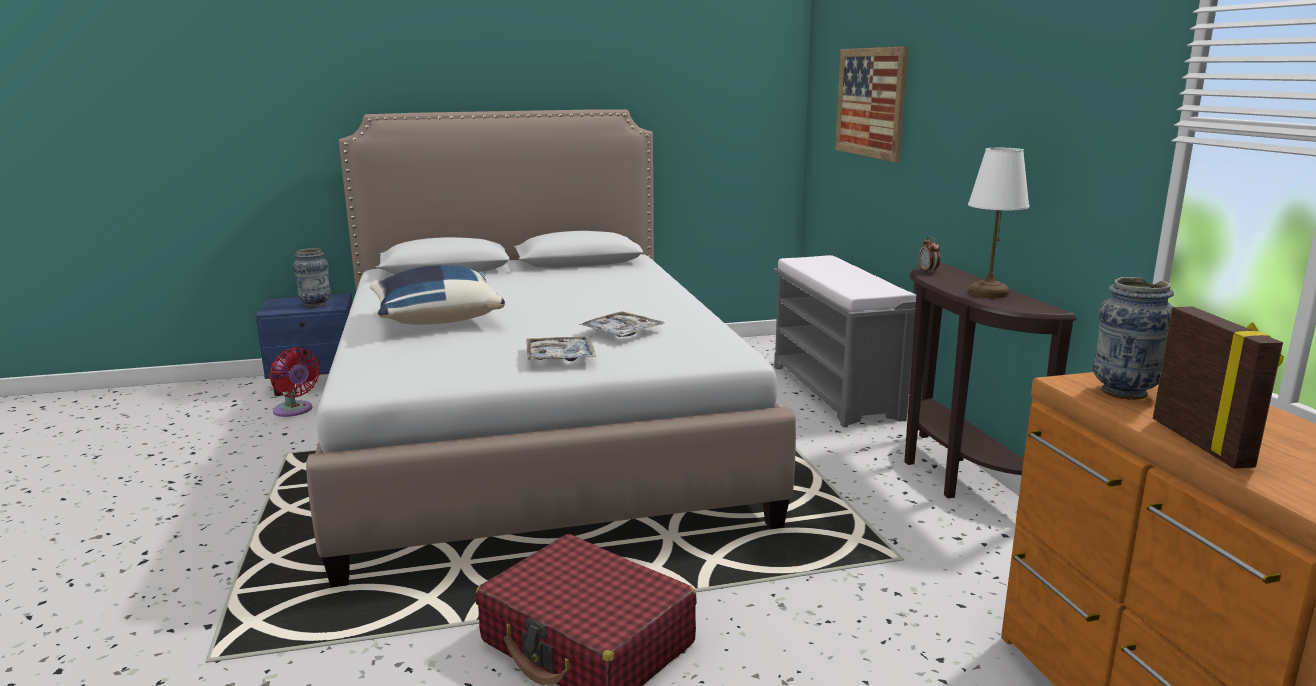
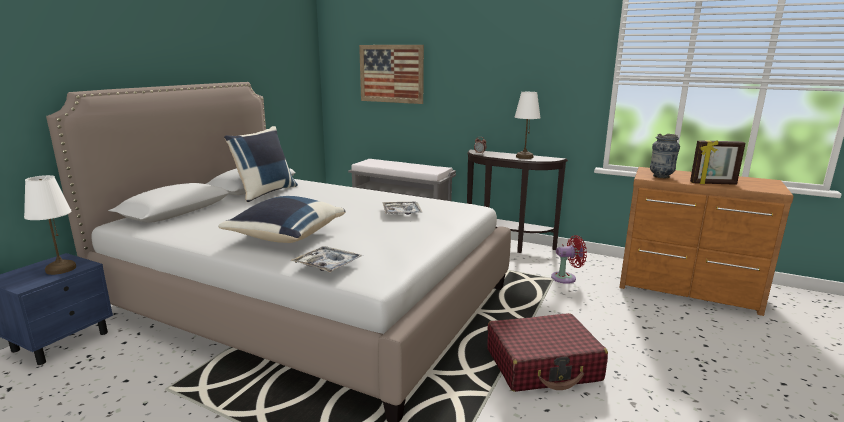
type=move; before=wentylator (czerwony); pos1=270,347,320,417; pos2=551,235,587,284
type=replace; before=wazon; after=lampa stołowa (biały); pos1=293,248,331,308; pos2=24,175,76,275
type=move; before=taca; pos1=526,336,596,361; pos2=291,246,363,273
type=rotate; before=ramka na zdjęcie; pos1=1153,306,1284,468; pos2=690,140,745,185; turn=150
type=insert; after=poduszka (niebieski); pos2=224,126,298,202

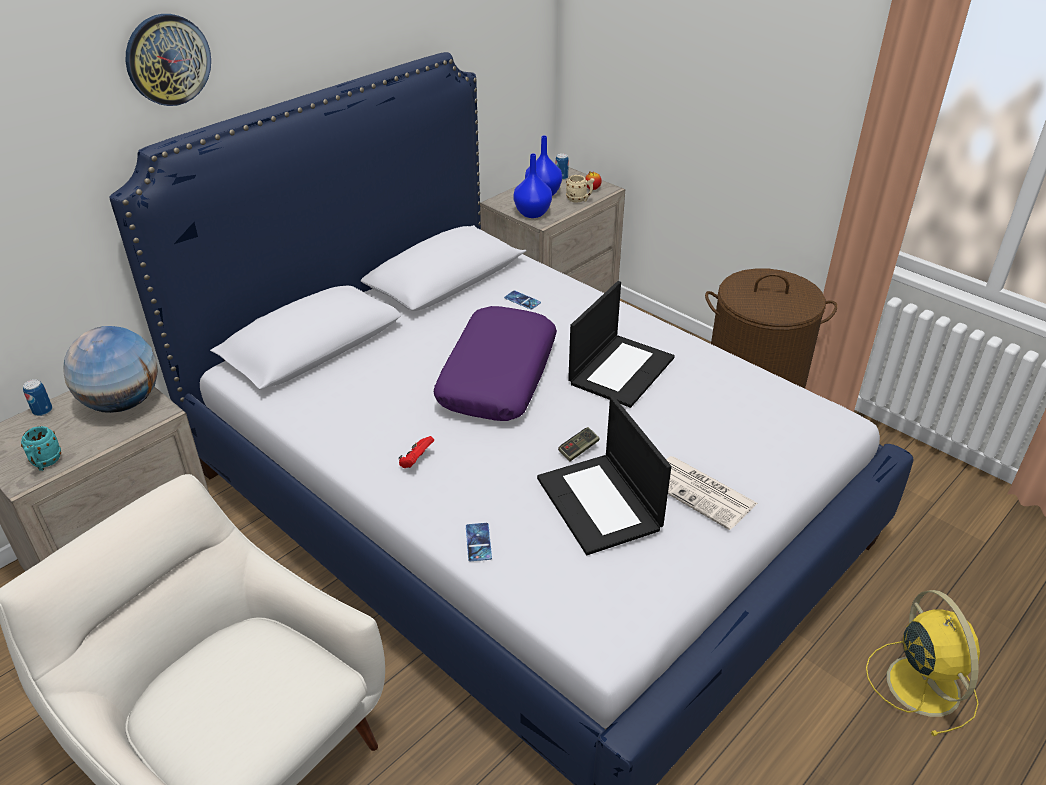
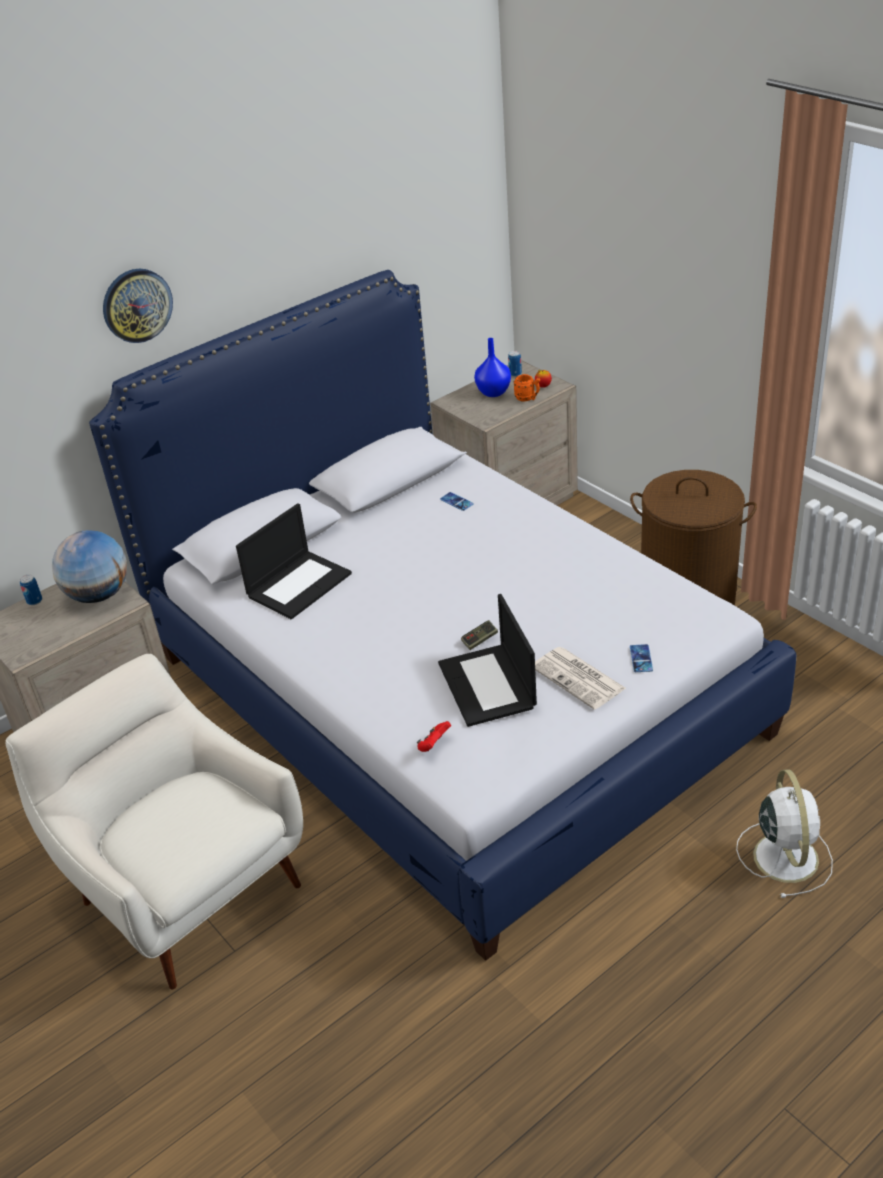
type=delete; before=kubek (turkusowy); pos1=21,426,61,471
type=move; before=pad do gier (czerwony); pos1=398,436,434,468; pos2=417,721,451,752
type=delete; before=poduszka (fioletowy); pos1=434,306,557,421
type=move; before=telefon; pos1=466,523,492,561; pos2=630,644,653,672
type=delete; before=wazon (niebieski); pos1=514,154,552,218
type=recolor; before=kubek (beżowy); after=kubek (pomarańczowy); pos1=566,175,594,203; pos2=514,374,540,401
type=move; before=laptop; pos1=568,281,675,408; pos2=236,503,352,619
type=recolor; before=wentylator (żółty); after=wentylator (biały); pos1=866,590,980,736; pos2=736,769,833,898

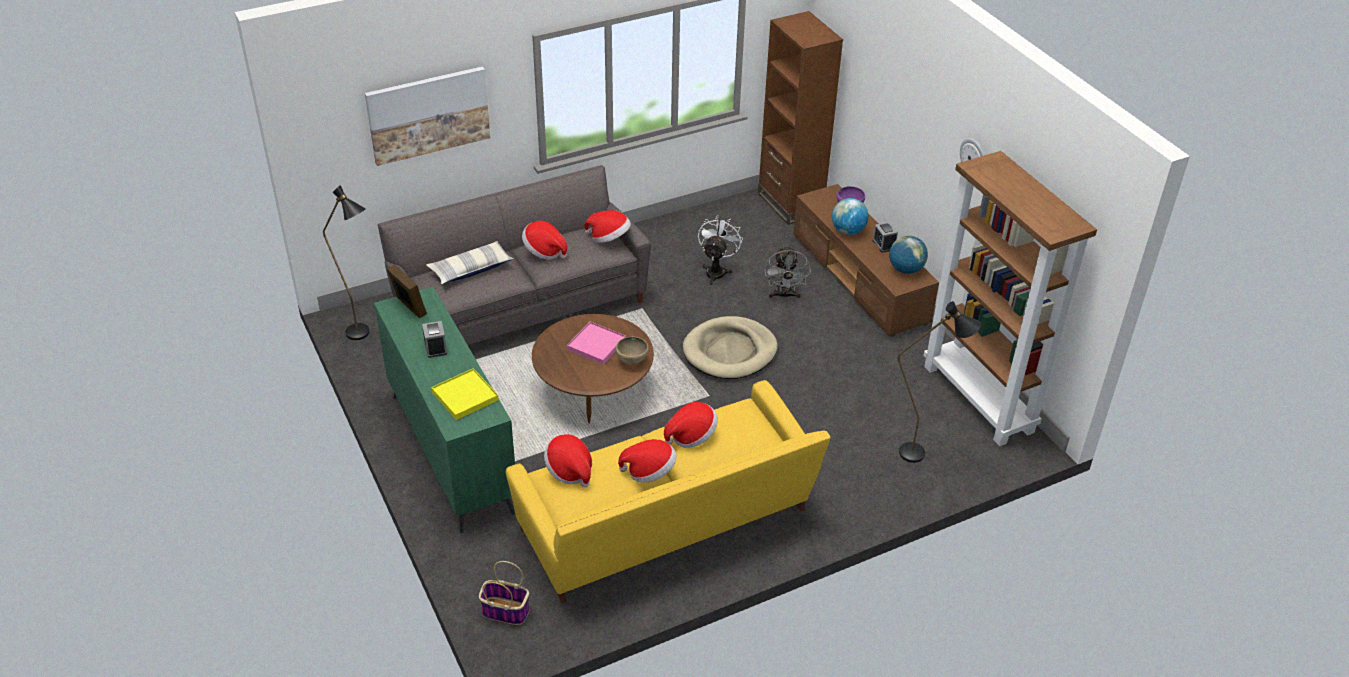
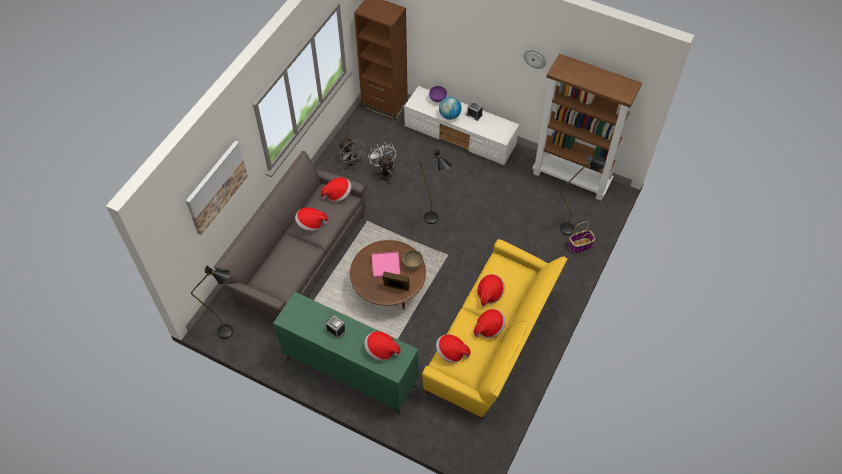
type=move; before=ramka na zdjęcie; pos1=387,264,427,318; pos2=382,272,410,291
type=delete; before=poduszka; pos1=426,241,513,285
type=replace; before=taca (żółty); after=kapelusz; pos1=431,368,499,420; pos2=364,331,400,361
type=move; before=koszyk; pos1=479,561,529,625; pos2=568,222,595,253
type=replace; before=legowisko (beżowy); after=lampa stojąca (czarny); pos1=683,316,778,379; pos2=420,149,452,224
type=move; before=wentylator (szary); pos1=765,246,811,299; pos2=338,137,367,170
type=recolor; before=szafka pod telewizor (brązowy); after=szafka pod telewizor (biały); pos1=793,184,939,337; pos2=404,86,519,165
type=delete; before=globus; pos1=889,236,928,274

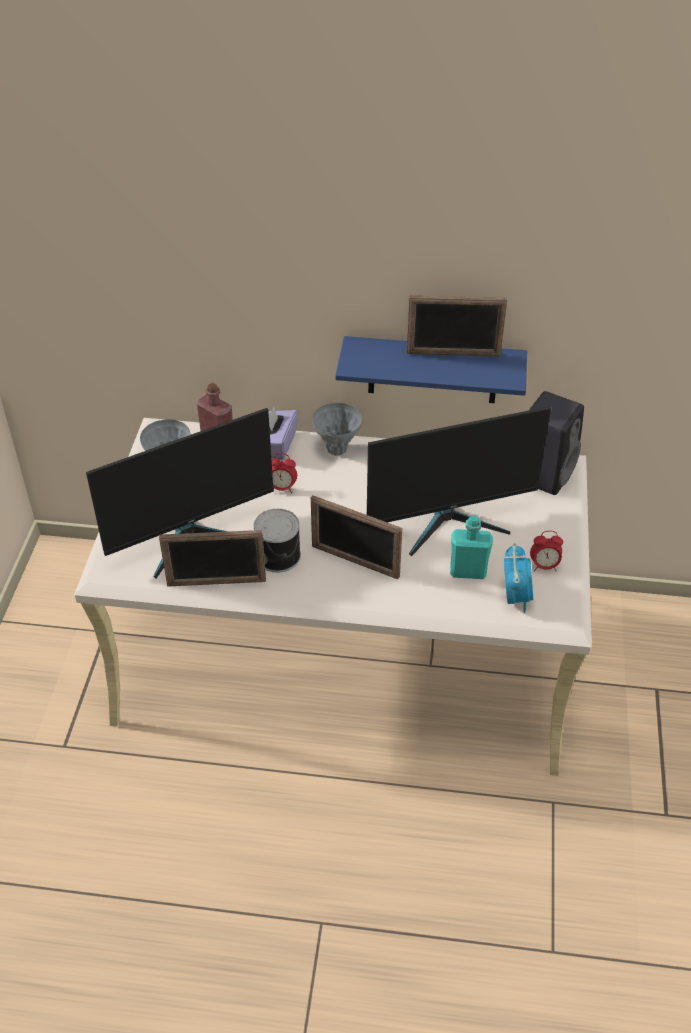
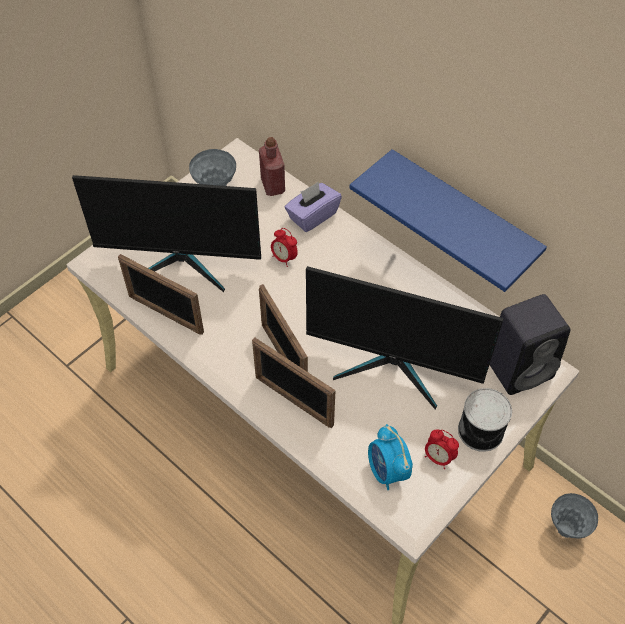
type=move; before=puszka; pos1=254,509,301,573; pos2=458,388,512,452
type=move; before=wazon (szary); pos1=312,403,362,456; pos2=551,493,598,538
type=move; before=ramka na zdjęcie; pos1=407,296,507,356; pos2=252,337,335,428
type=delete; before=butelka (turkusowy); pos1=450,516,493,579
type=rotate; before=budzik; pos1=504,543,533,613; pos2=368,424,413,490; turn=120

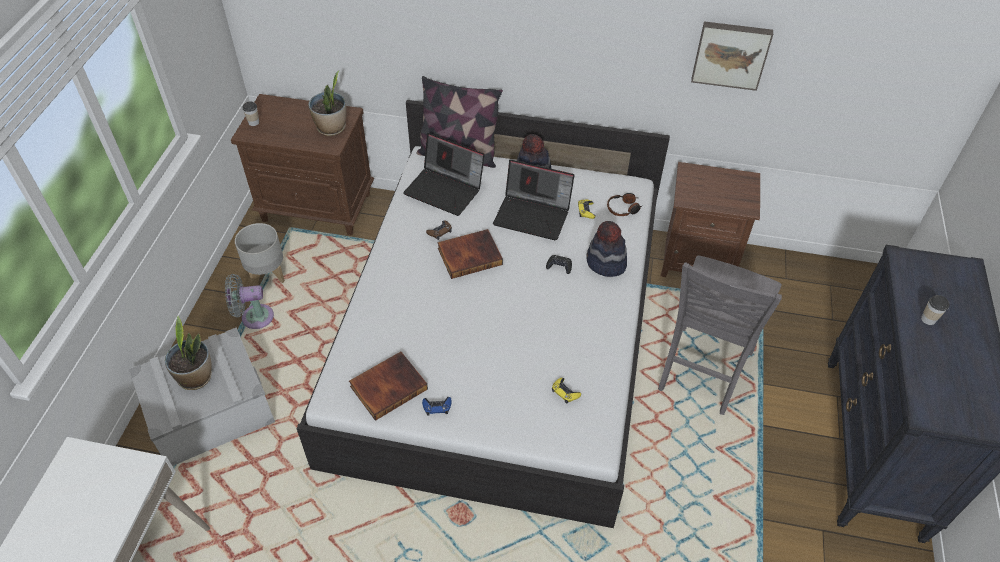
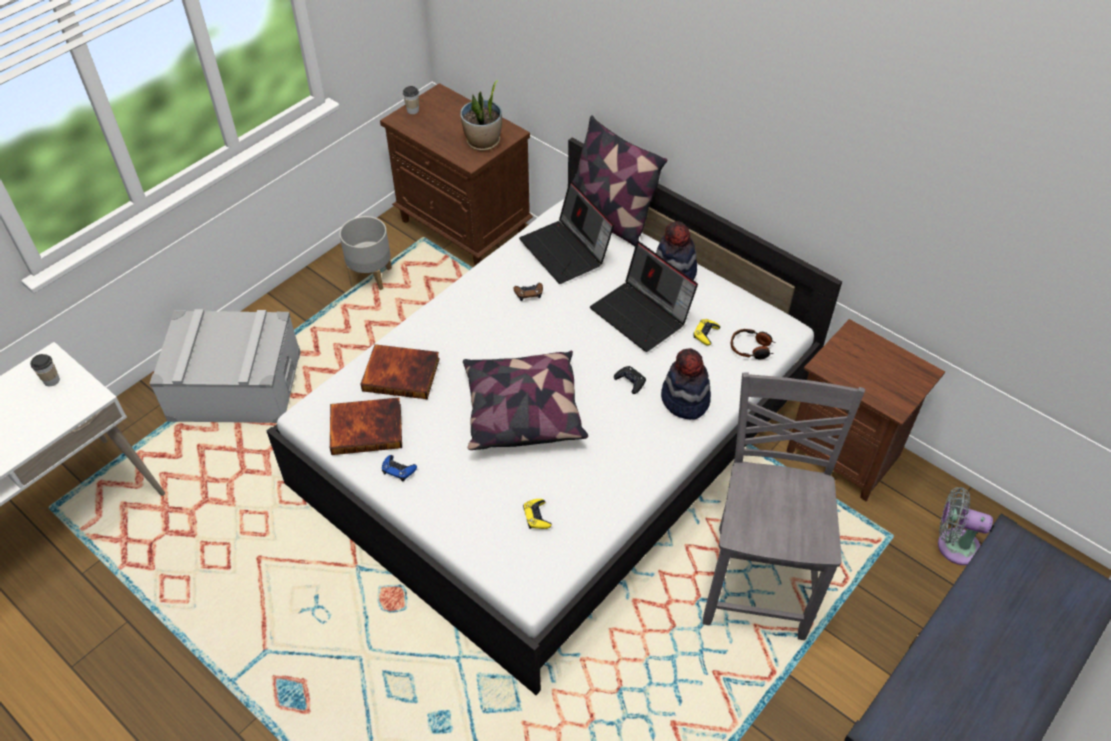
type=delete; before=roślina doniczkowa; pos1=165,316,212,390
type=move; before=wentylator (szary); pos1=225,274,274,329; pos2=938,487,993,565
type=move; before=książka; pos1=437,229,503,279; pos2=360,344,440,399
type=rotate; before=krzesło (szary); pos1=658,255,782,415; pos2=703,372,865,640; turn=135
type=delete; before=obraz; pos1=691,21,773,91
type=move; before=filiżanka; pos1=921,295,950,325; pos2=30,354,60,386
type=insert; after=poduszka; pos2=463,351,588,450

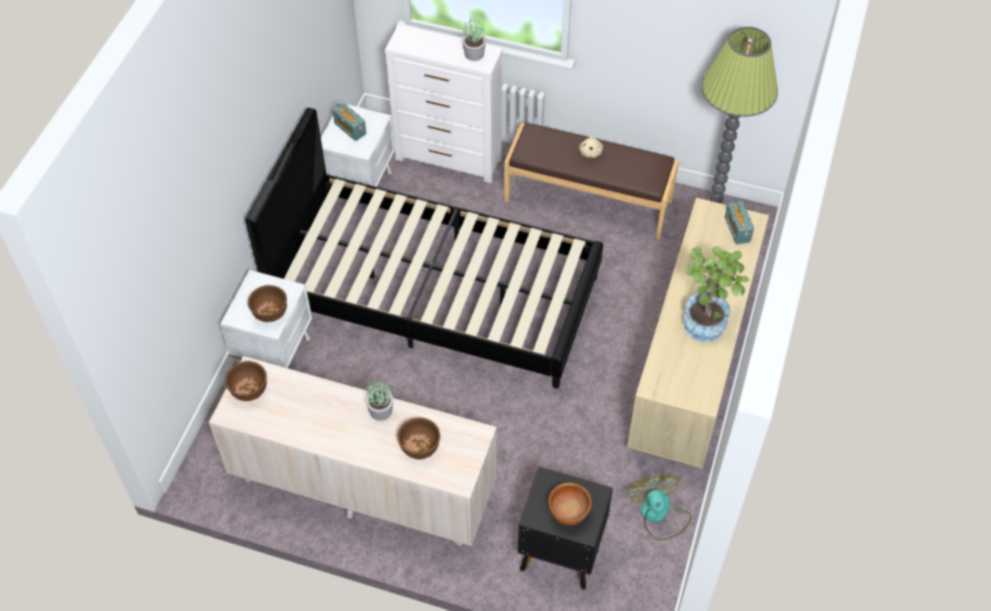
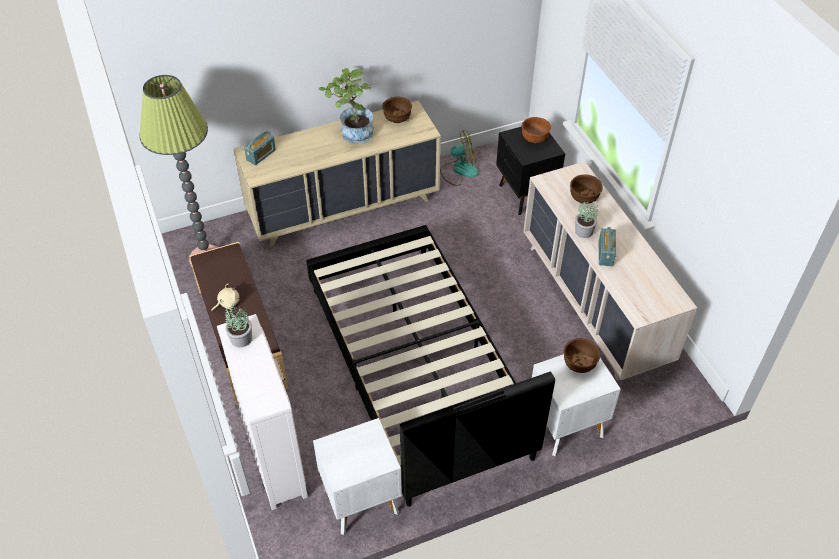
type=move; before=miska (brązowy); pos1=225,361,267,401; pos2=383,97,412,123
type=move; before=radio; pos1=333,103,366,141; pos2=599,227,616,266
type=rotate; before=wentylator; pos1=627,473,691,540; pos2=440,130,478,186; turn=-135

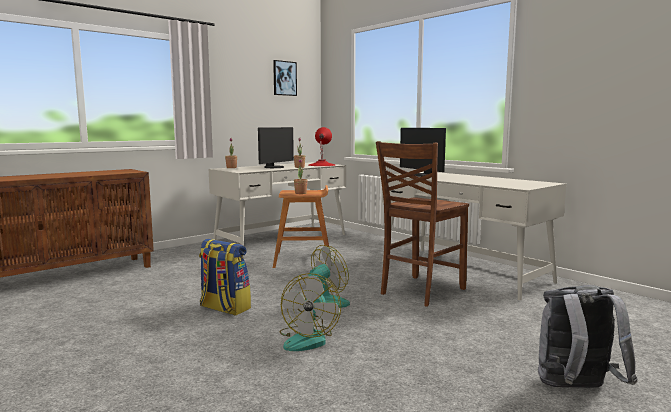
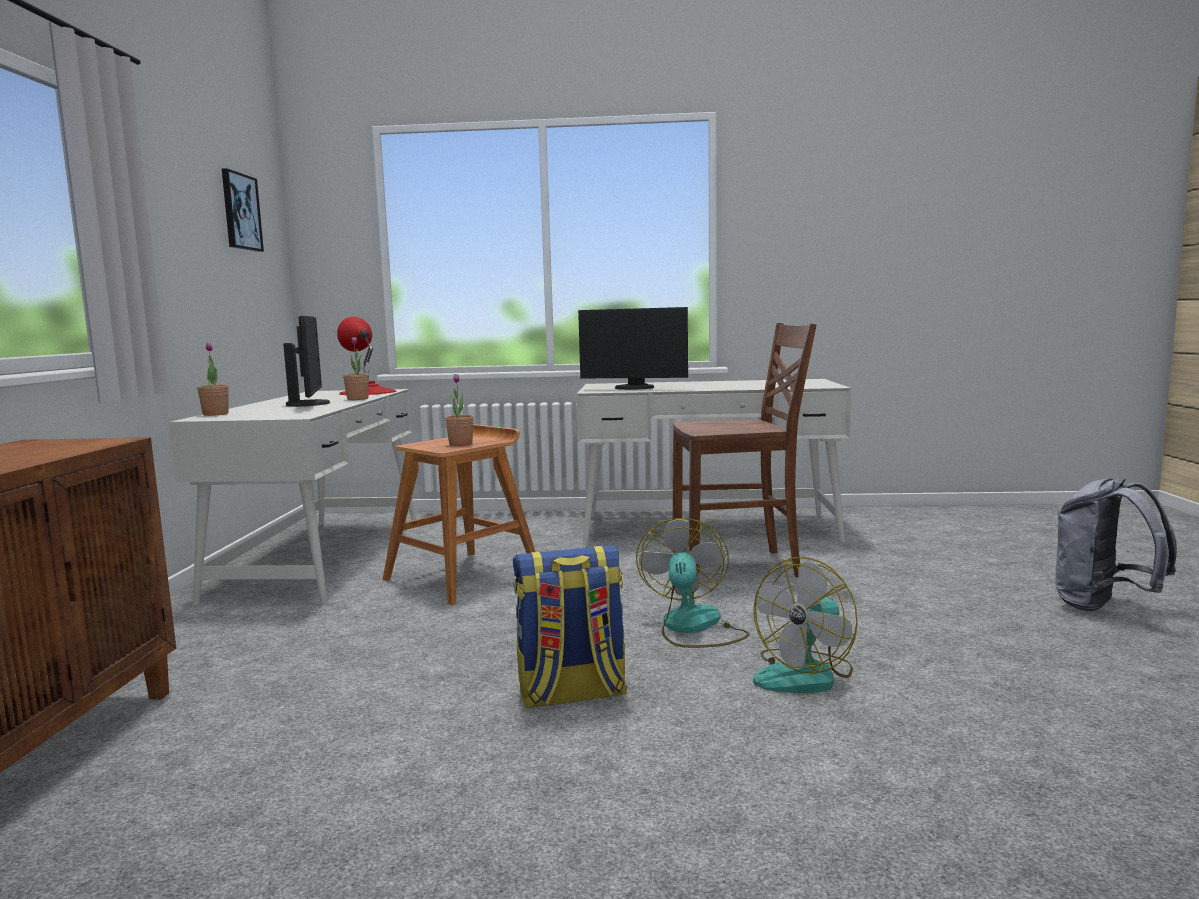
type=rotate; before=wentylator; pos1=280,273,341,351; pos2=753,557,858,693; turn=75
type=rotate; before=krzesło (brązowy); pos1=376,141,469,307; pos2=673,323,816,577; turn=-90

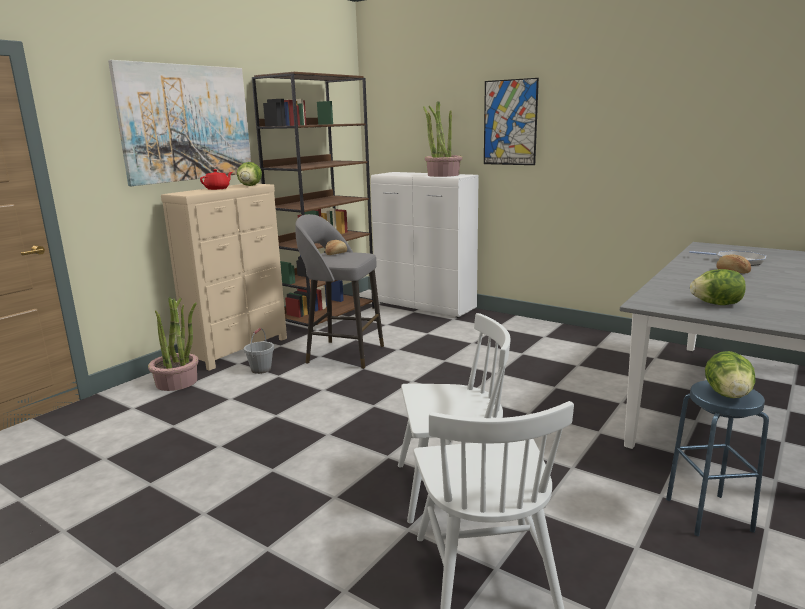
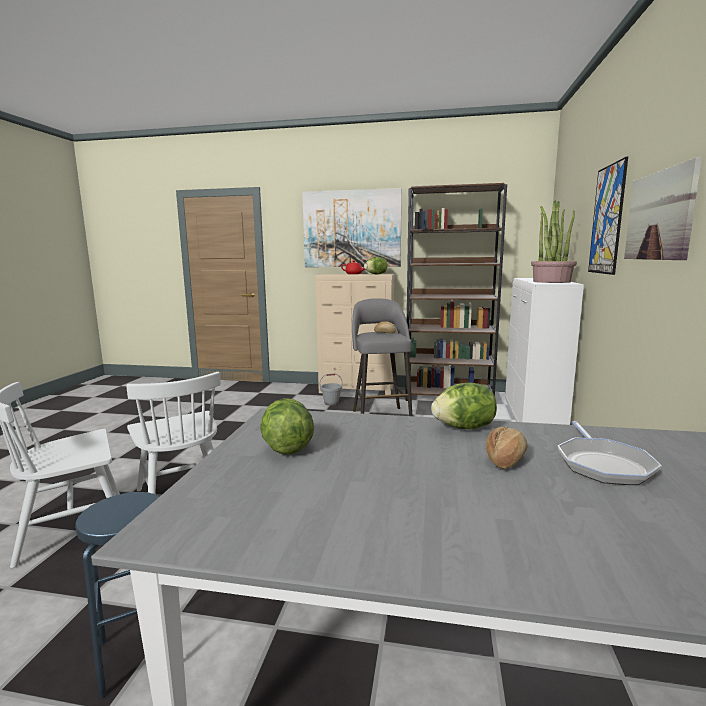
type=delete; before=roślina doniczkowa; pos1=148,297,199,391
type=move; before=sałata; pos1=705,351,755,398; pos2=431,382,497,429
type=insert; after=obraz; pos2=624,157,702,260

